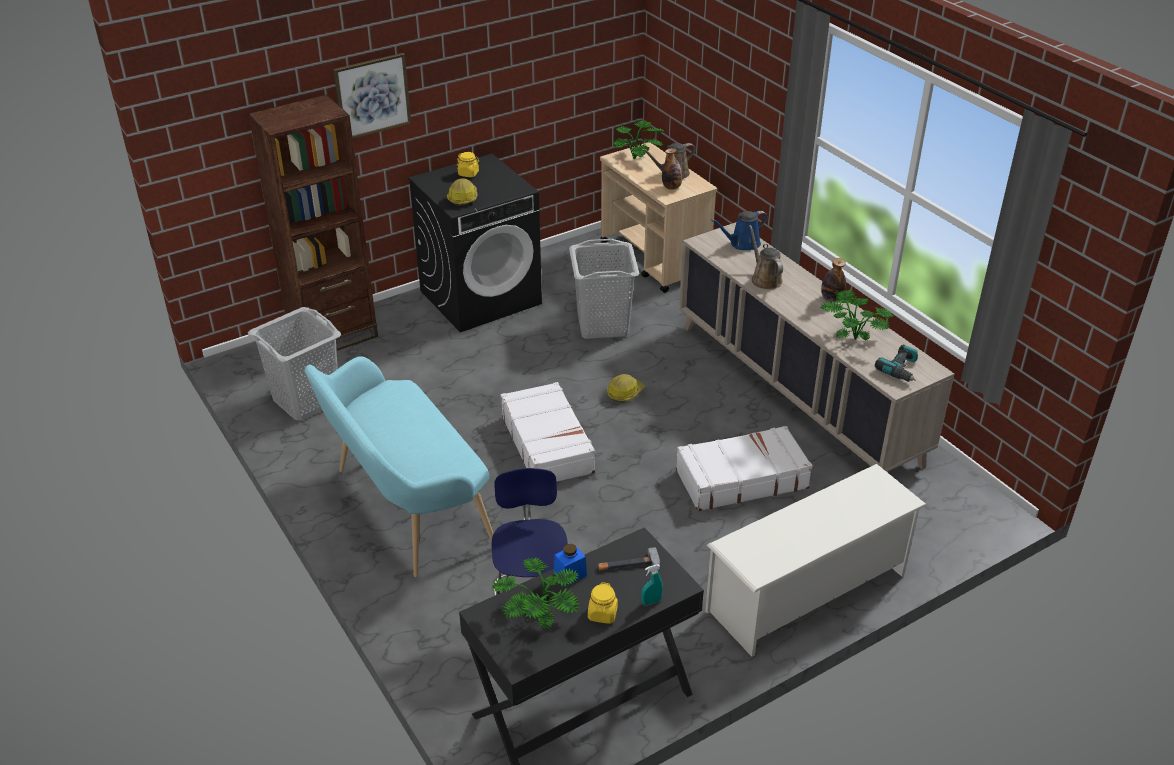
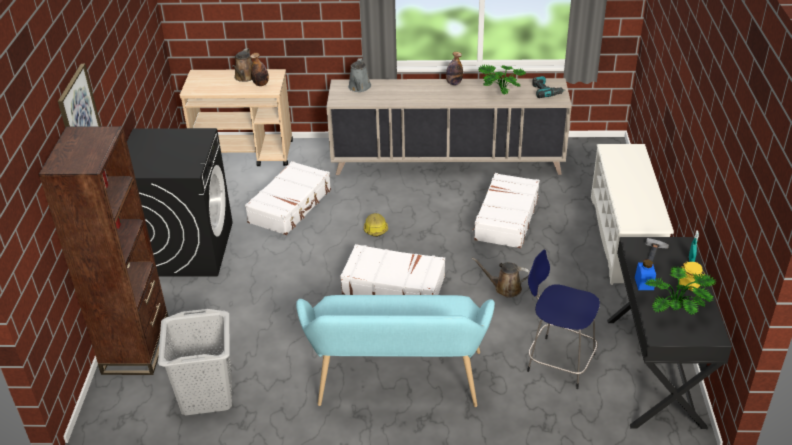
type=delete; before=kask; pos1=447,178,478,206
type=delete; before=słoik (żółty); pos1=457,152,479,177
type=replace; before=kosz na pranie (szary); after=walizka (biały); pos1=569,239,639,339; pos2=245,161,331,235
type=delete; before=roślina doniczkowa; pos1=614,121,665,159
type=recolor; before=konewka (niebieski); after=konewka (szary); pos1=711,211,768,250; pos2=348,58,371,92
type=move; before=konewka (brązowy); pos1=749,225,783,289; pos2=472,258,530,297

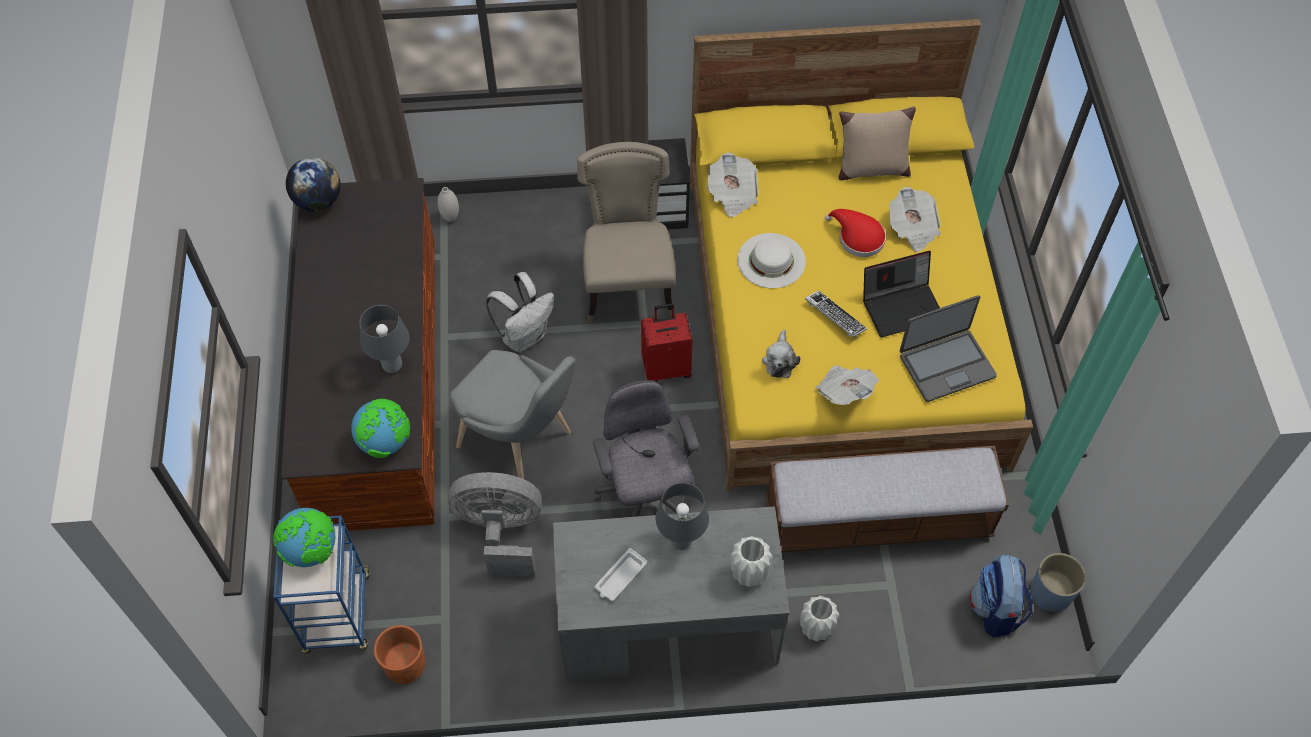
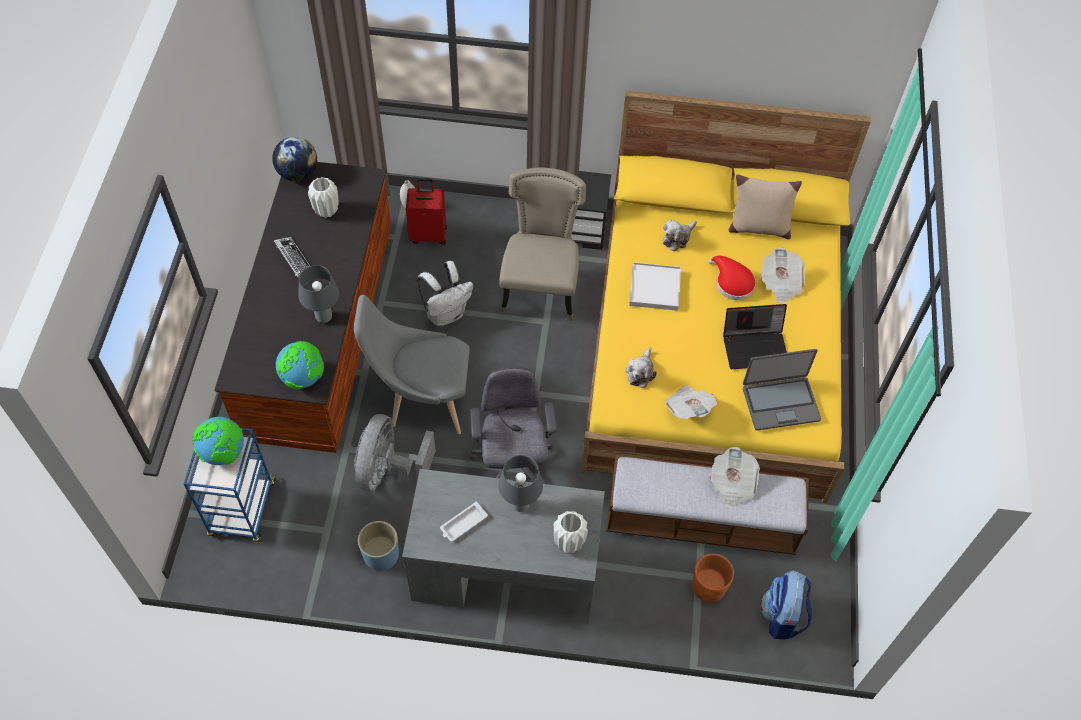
type=move; before=donica (pomarańczowy); pos1=374,625,425,684; pos2=692,554,734,603
type=rotate; before=wentylator (szary); pos1=448,472,542,577; pos2=354,414,436,492; turn=-90
type=rotate; before=krzesło (szary); pos1=450,350,576,479; pos2=354,295,470,434; turn=135
type=move; before=walizka (czerwony); pos1=641,303,693,382; pos2=406,178,447,245
type=move; before=gazeta; pos1=707,152,759,217; pos2=710,447,760,508
type=replace; before=kapelusz (biały); after=taca (biały); pos1=737,233,806,288; pos2=629,262,681,311
type=move; before=wazon (biały); pos1=800,596,839,642; pos2=308,177,339,218
type=move; before=klawiatura; pos1=805,290,867,338; pos2=274,237,310,278
type=move; before=donica (niebieski); pos1=1031,553,1086,612; pos2=358,521,399,571
type=insert; after=pluszak; pos2=663,220,697,251

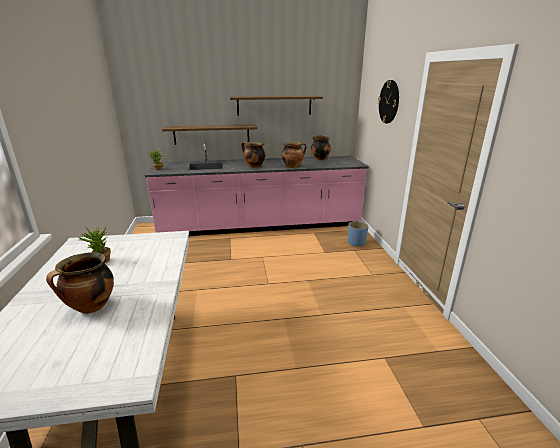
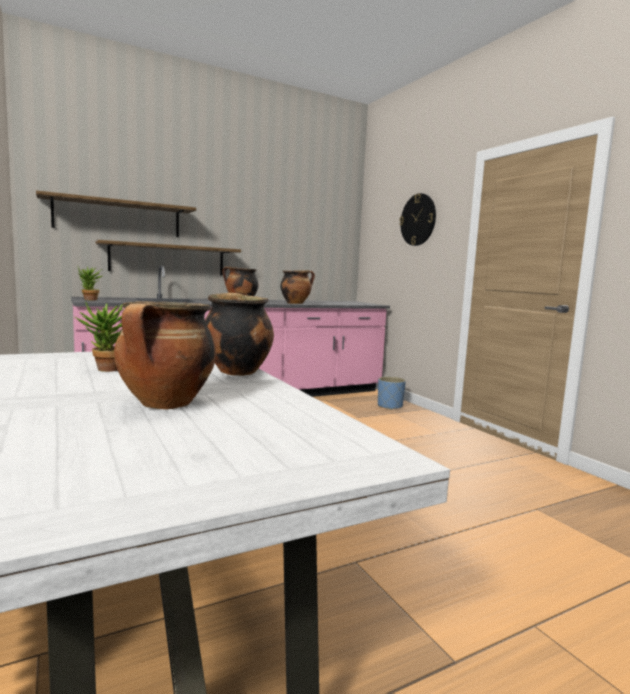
type=move; before=półka; pos1=230,95,323,116; pos2=36,190,196,237
type=move; before=garnek; pos1=311,135,331,160; pos2=205,293,274,376

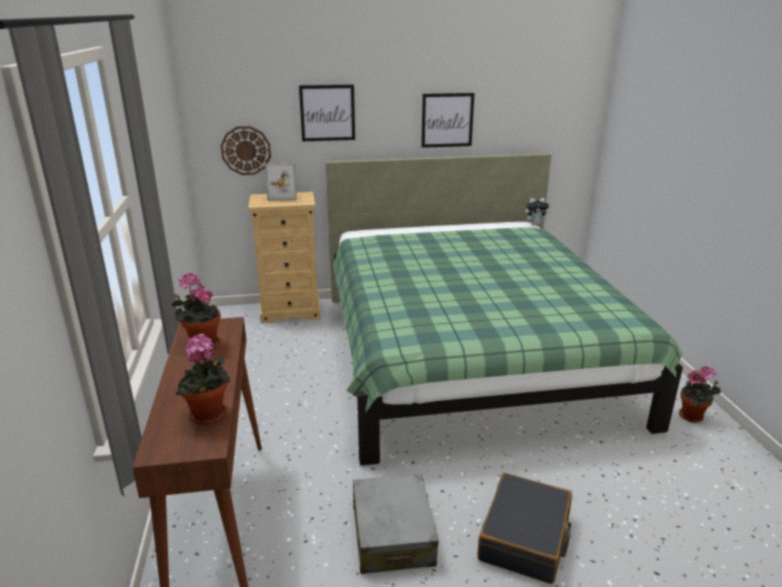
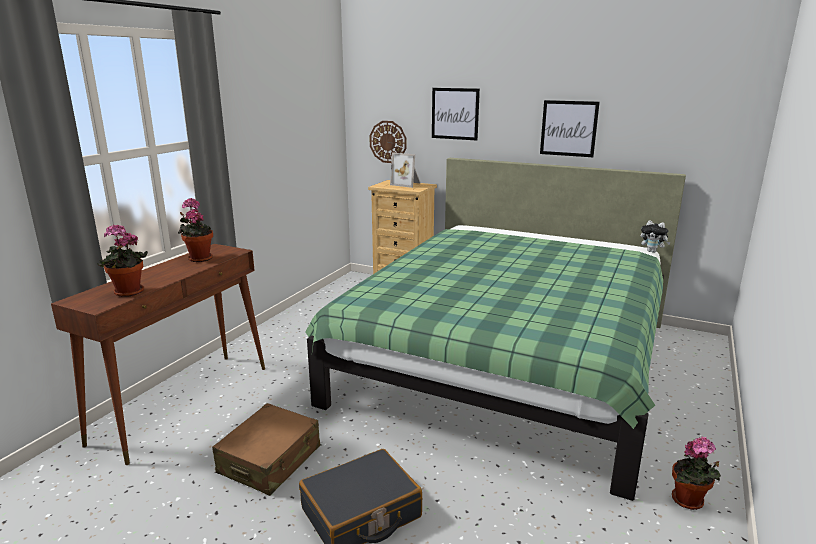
type=recolor; before=walizka (szary); after=walizka (brązowy); pos1=353,474,439,574; pos2=212,403,320,496

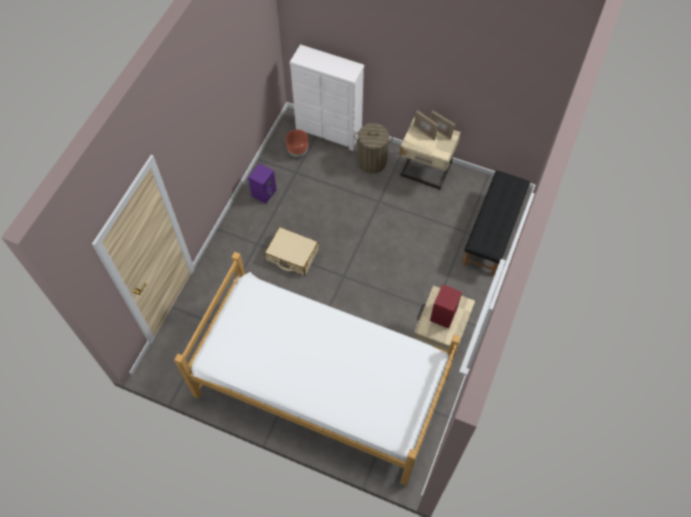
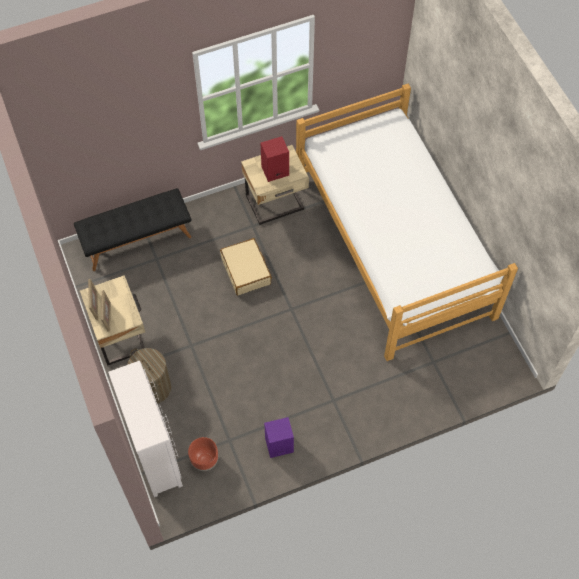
type=move; before=walizka (beżowy); pos1=265,227,319,276; pos2=220,238,272,295

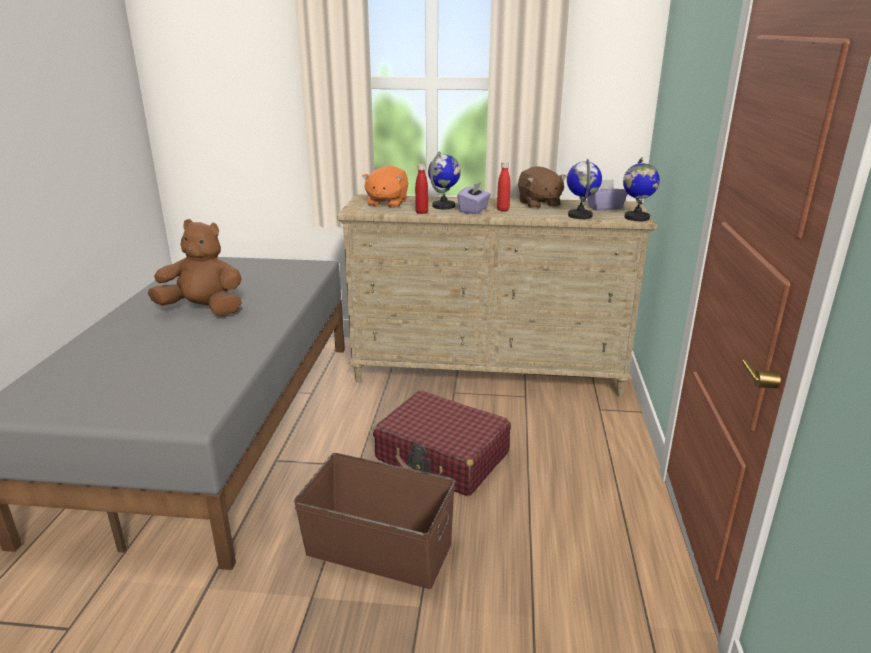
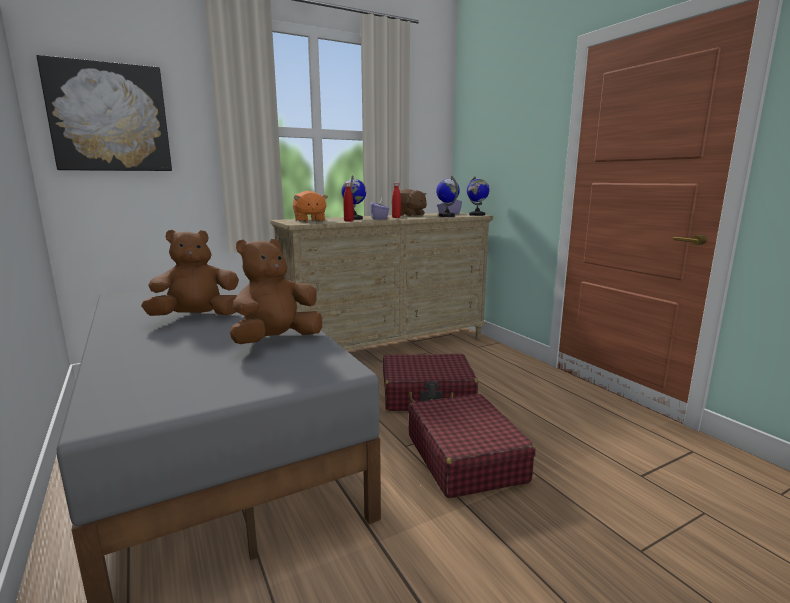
type=replace; before=pojemnik do przechowywania (brązowy); after=walizka (czerwony); pos1=294,453,455,589; pos2=408,394,536,498
type=insert; after=obraz; pos2=36,55,172,171
type=insert; after=pluszak (brązowy); pos2=230,239,322,344

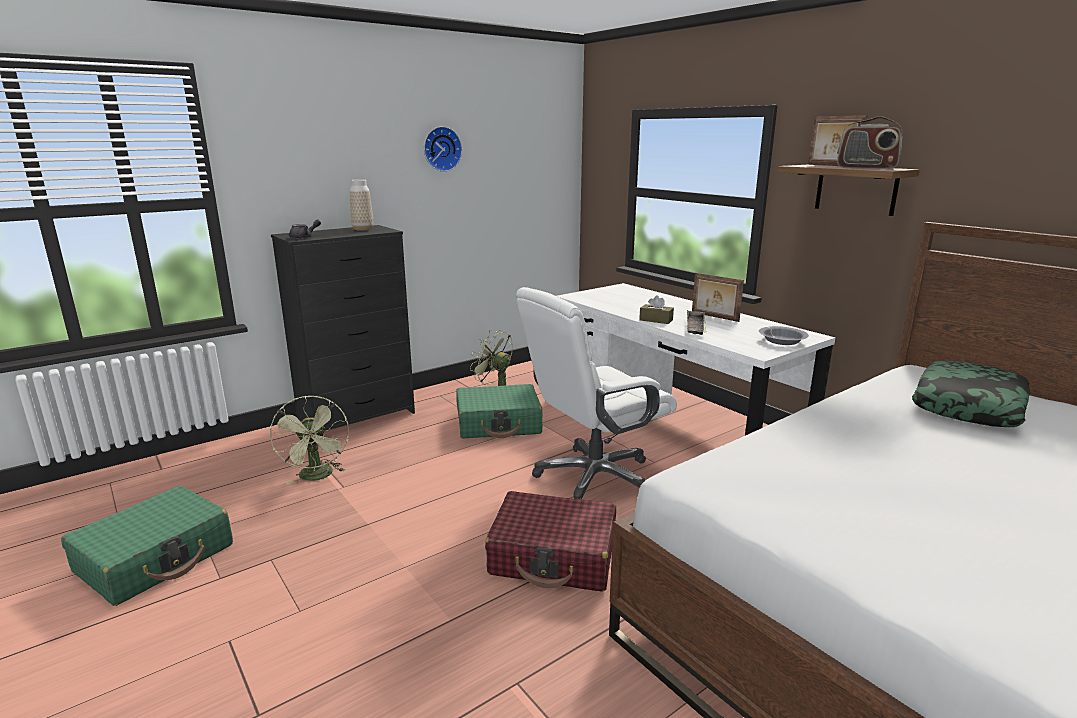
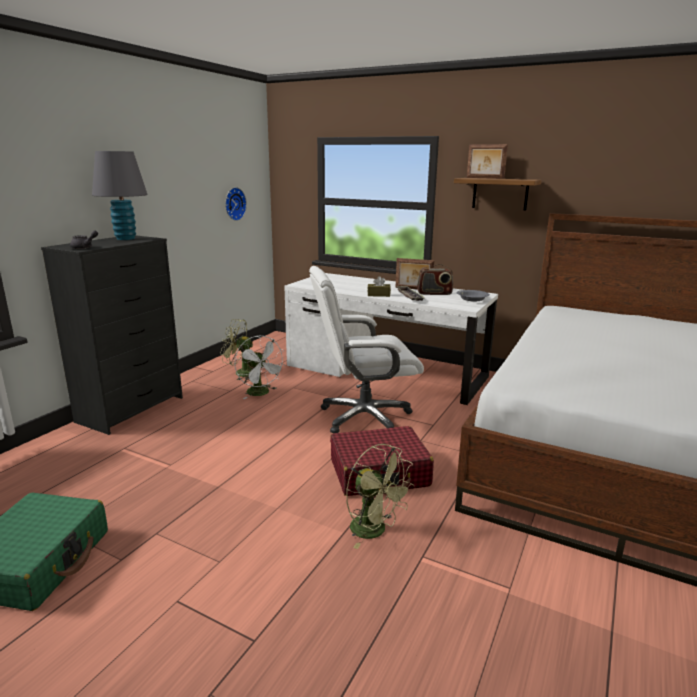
type=move; before=wentylator (zielony); pos1=270,396,349,484; pos2=346,444,414,549
type=replace; before=wazon; after=lampa stołowa (szary); pos1=350,180,373,231; pos2=92,151,148,240
type=move; before=zegar ścienny; pos1=424,126,462,172; pos2=225,187,247,221
type=replace; before=walizka (zielony); after=wentylator (biały); pos1=456,384,542,438; pos2=235,336,286,399
type=rotate; before=krzesło biurowe (biały); pos1=516,287,677,500; pos2=309,266,424,433; turn=45
type=move; before=radio; pos1=837,116,902,169; pos2=417,264,453,295
type=delete; before=poduszka; pos1=912,360,1030,427

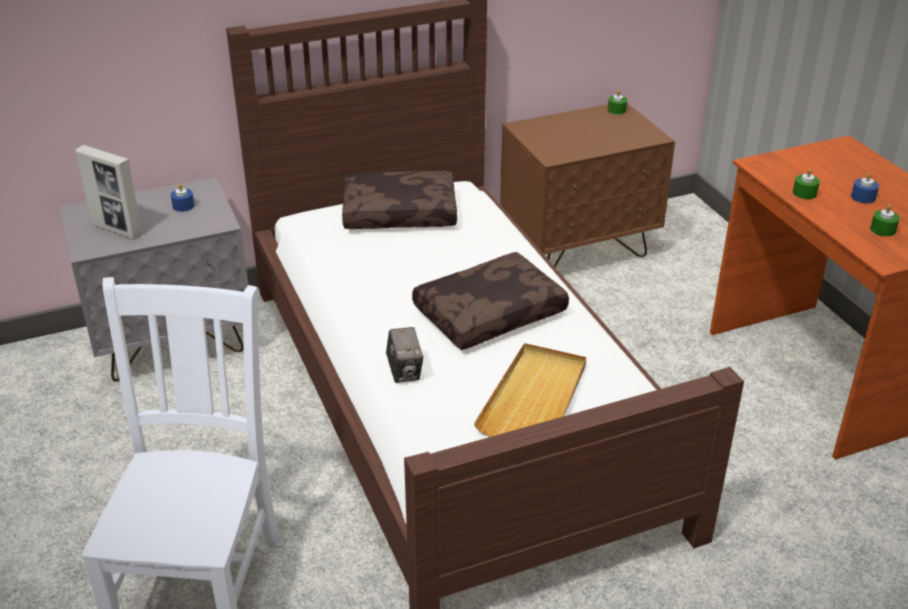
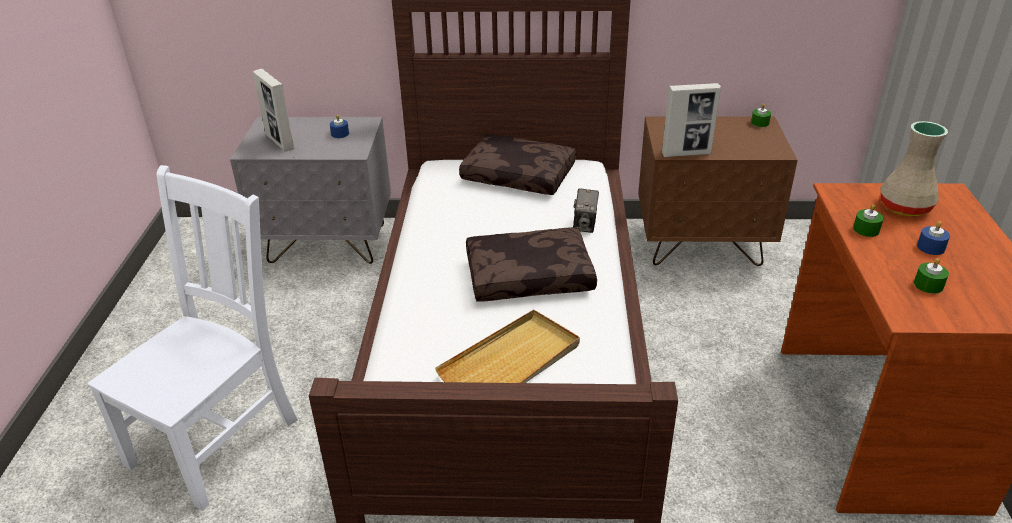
type=move; before=aparat fotograficzny; pos1=386,327,423,383; pos2=573,188,599,233
type=insert; after=ramka na zdjęcie; pos2=662,83,721,157
type=insert; after=wazon (beżowy); pos2=881,121,948,216

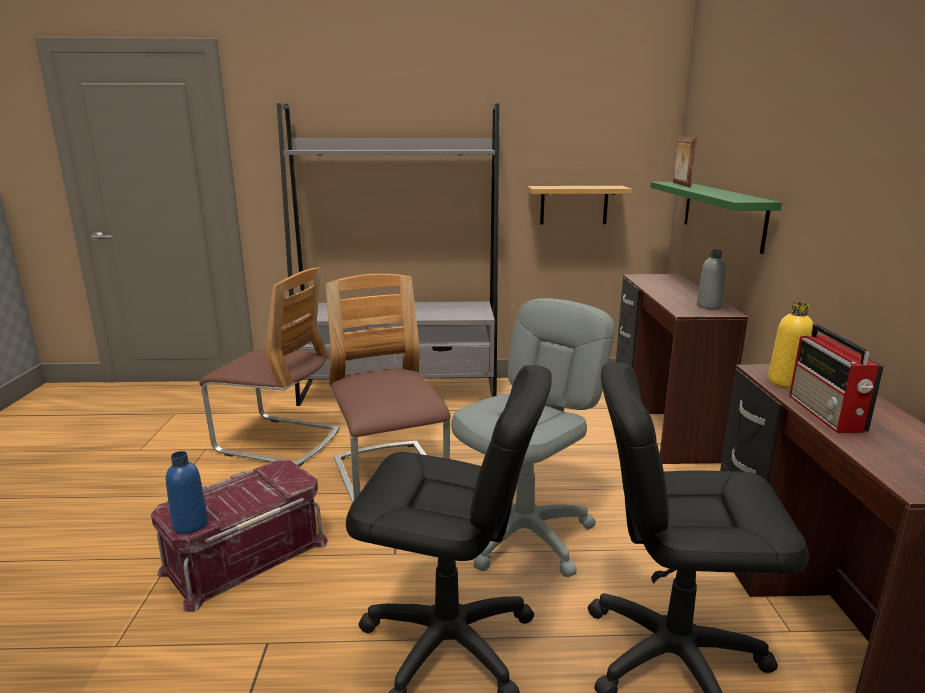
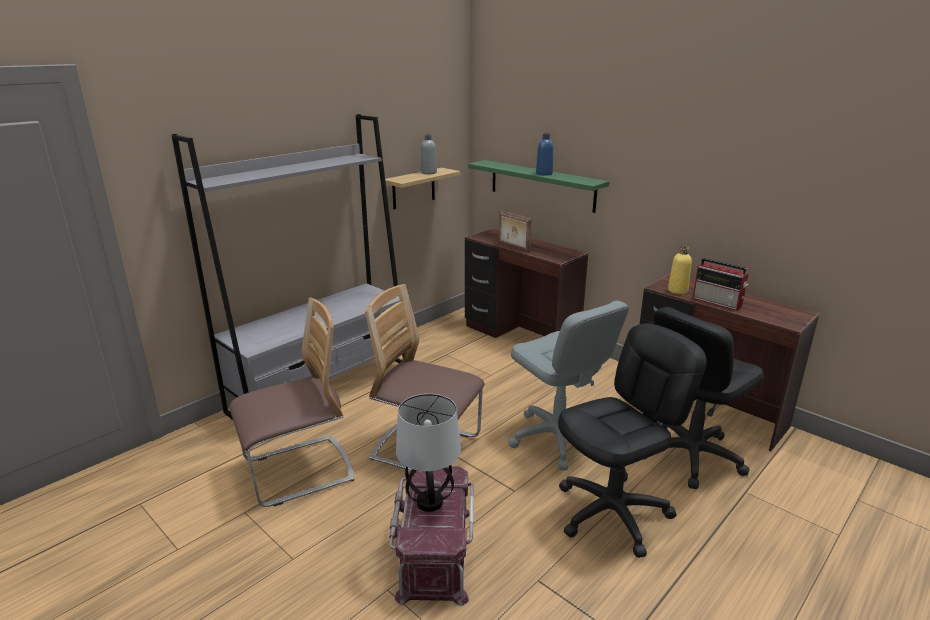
type=move; before=butelka (niebieski); pos1=166,451,208,534; pos2=536,133,553,175
type=rotate; before=krzesło biurowe (szary); pos1=451,298,615,577; pos2=508,301,629,470; turn=150
type=move; before=ramka na zdjęcie; pos1=673,137,697,187; pos2=499,210,532,253
type=move; before=butelka (szary); pos1=697,249,726,309; pos2=421,134,437,174
type=insert; after=lampa stołowa; pos2=396,394,461,512

